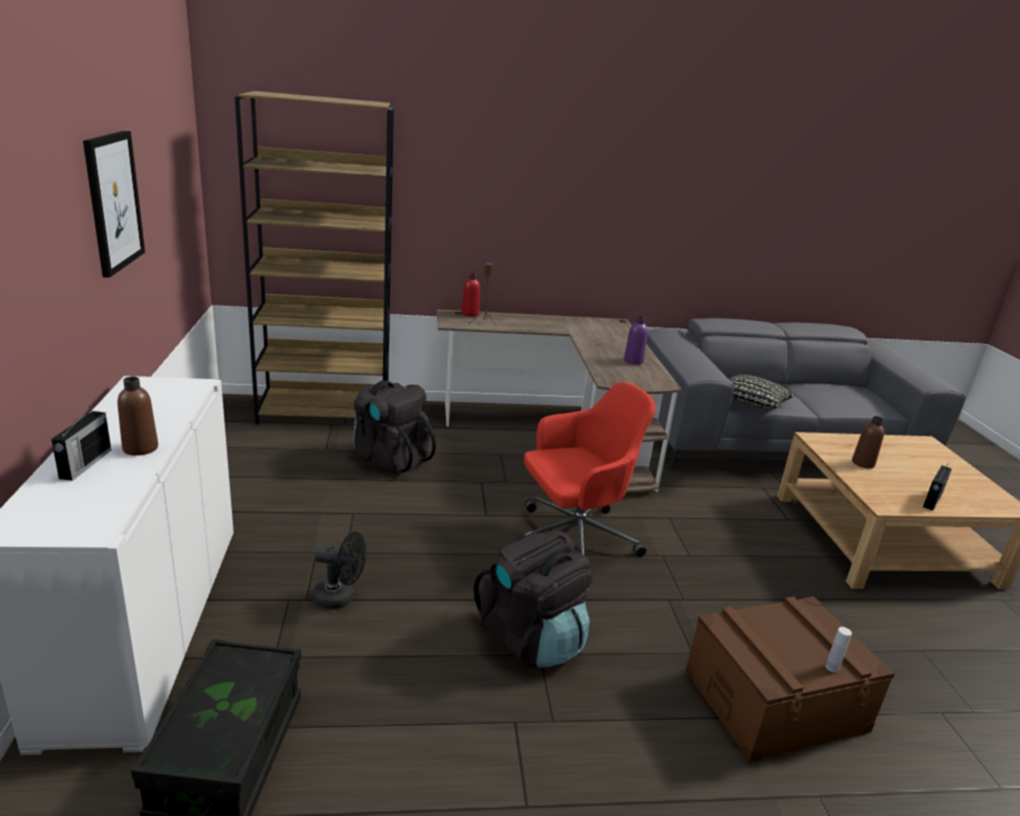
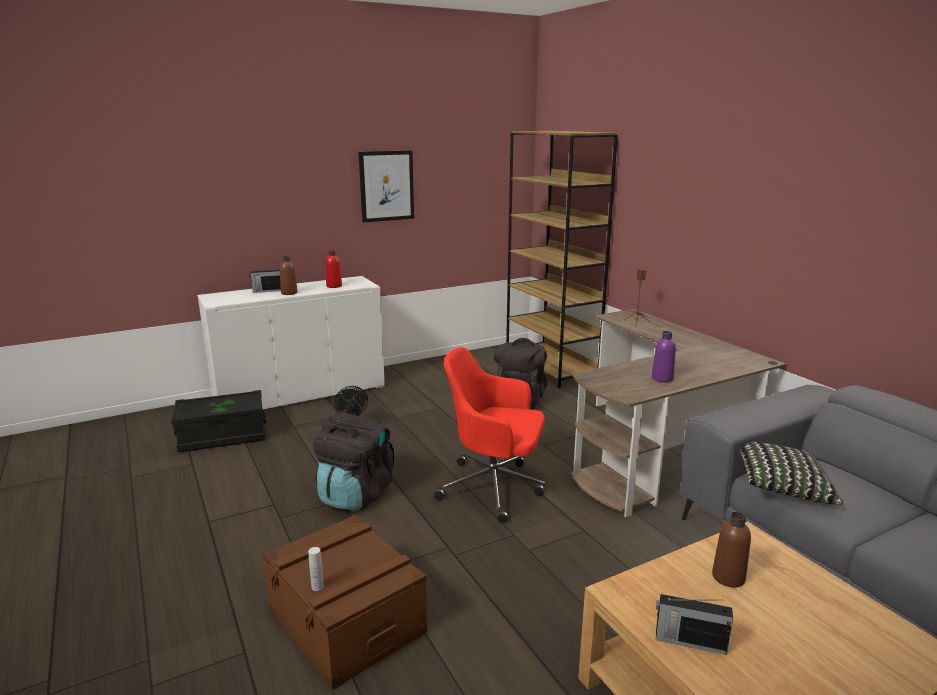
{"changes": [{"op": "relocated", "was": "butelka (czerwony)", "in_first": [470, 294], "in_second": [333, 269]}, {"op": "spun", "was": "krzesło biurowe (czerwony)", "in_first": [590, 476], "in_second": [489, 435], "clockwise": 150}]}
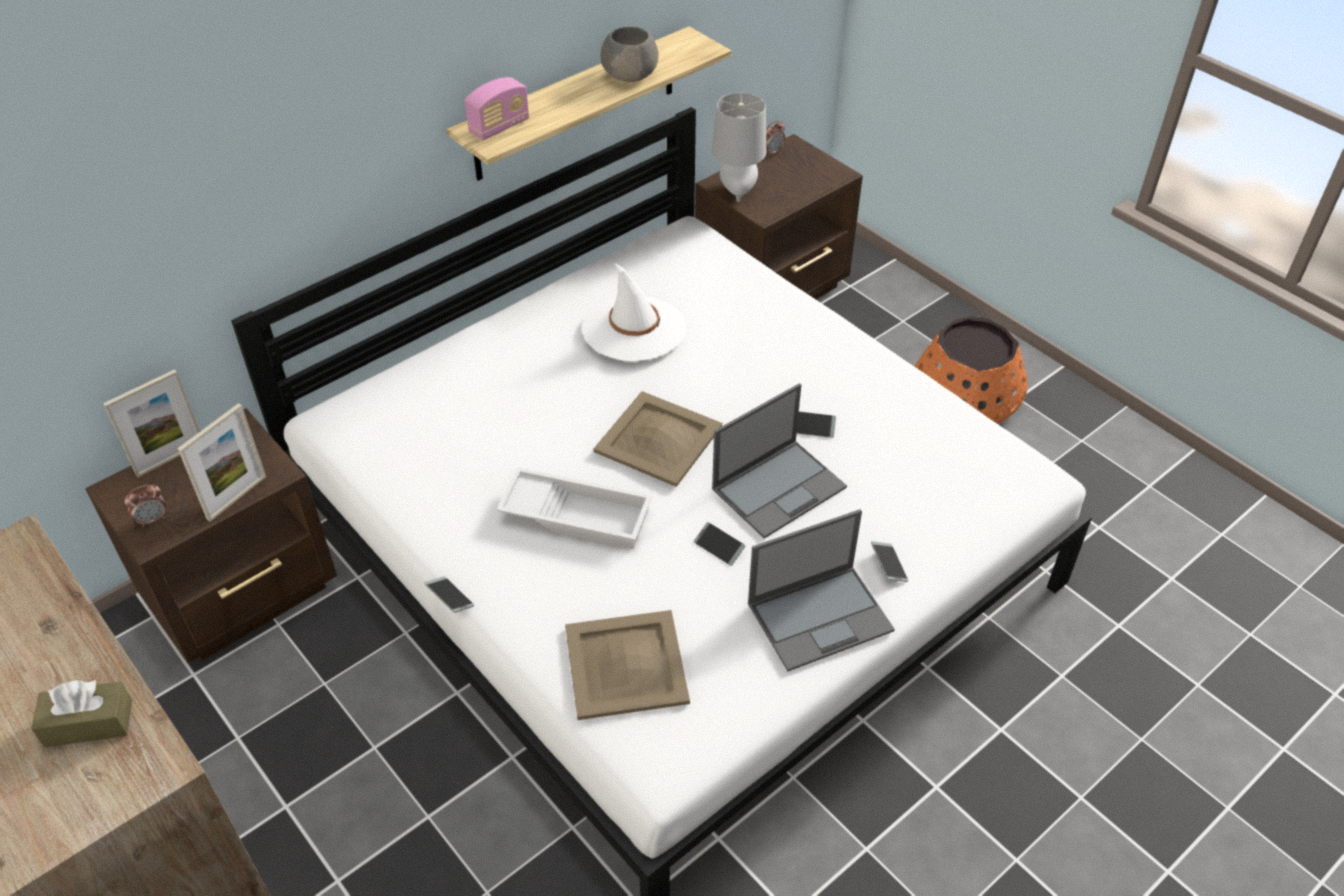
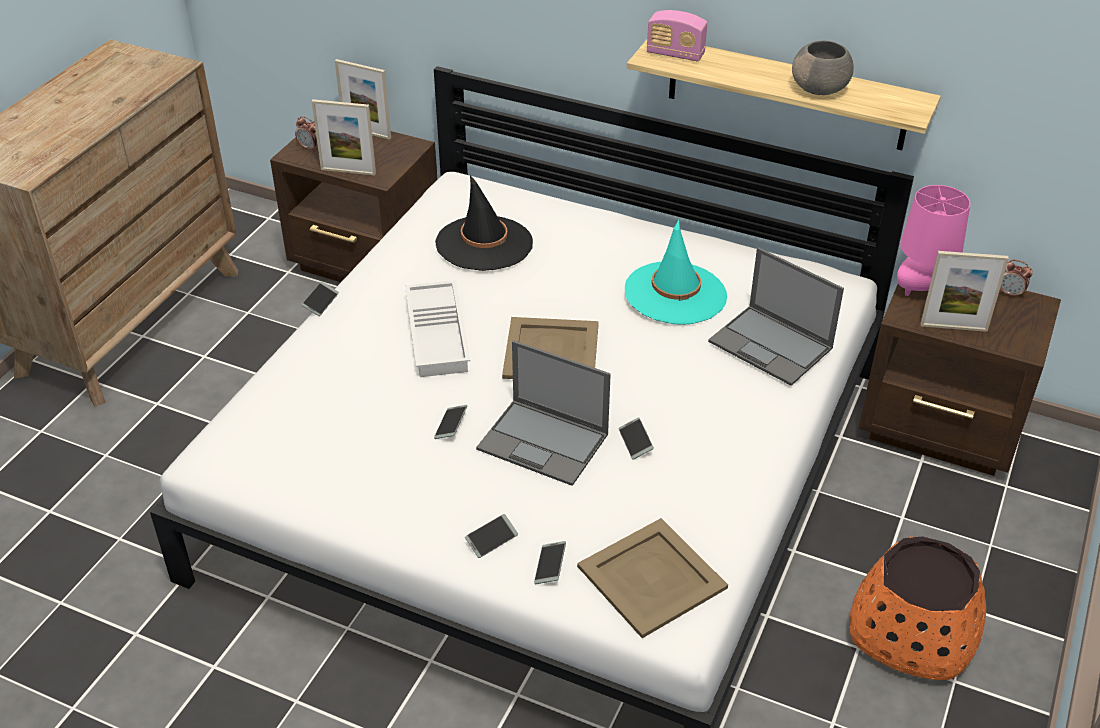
{"changes": [{"op": "missing", "was": "pudełko chusteczek (brązowy)", "in_first": [81, 713]}, {"op": "relocated", "was": "taca (beżowy)", "in_first": [627, 665], "in_second": [652, 578]}, {"op": "colour", "was": "kapelusz (biały)", "now": "kapelusz (turkusowy)", "in_first": [634, 312], "in_second": [676, 272]}, {"op": "colour", "was": "lampa stołowa (szary)", "now": "lampa stołowa (różowy)", "in_first": [739, 147], "in_second": [933, 240]}, {"op": "relocated", "was": "laptop", "in_first": [821, 590], "in_second": [776, 316]}, {"op": "appeared", "now": "kapelusz (czarny)", "in_second": [484, 223]}, {"op": "appeared", "now": "telefon", "in_second": [550, 562]}, {"op": "appeared", "now": "ramka na zdjęcie", "in_second": [964, 291]}]}
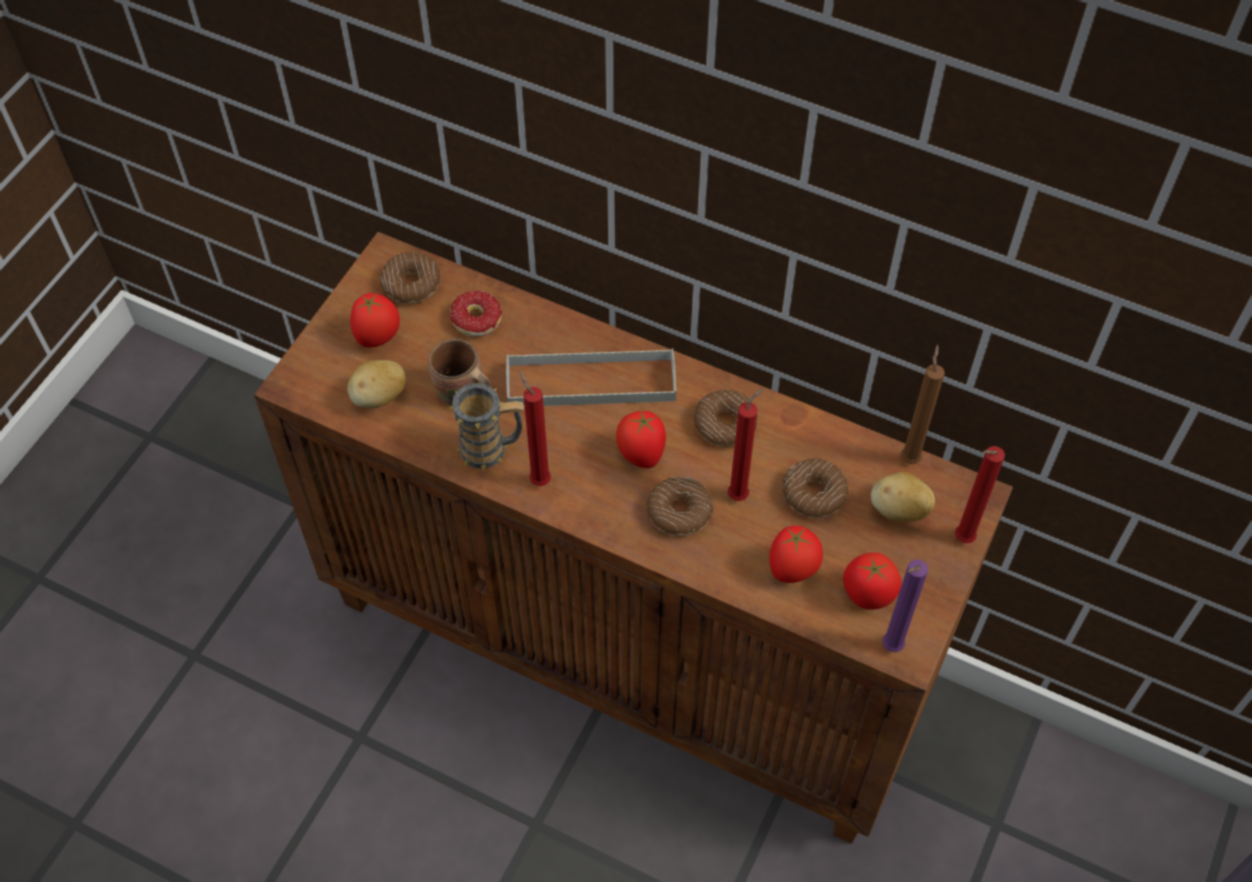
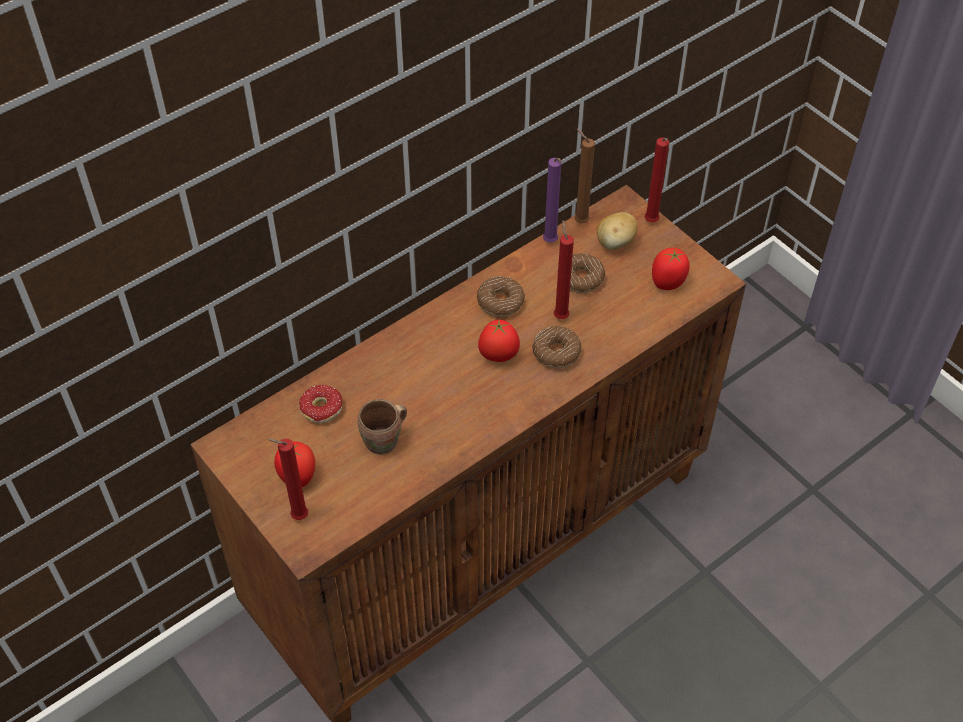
{"changes": [{"op": "missing", "was": "ziemniak", "in_first": [376, 384]}, {"op": "missing", "was": "donut", "in_first": [410, 278]}, {"op": "missing", "was": "kubek", "in_first": [486, 426]}, {"op": "missing", "was": "taca (szary)", "in_first": [591, 377]}, {"op": "relocated", "was": "świeca (czerwony)", "in_first": [535, 428], "in_second": [288, 479]}, {"op": "missing", "was": "pomidor", "in_first": [796, 554]}, {"op": "relocated", "was": "świeca (fioletowy)", "in_first": [905, 606], "in_second": [552, 200]}]}
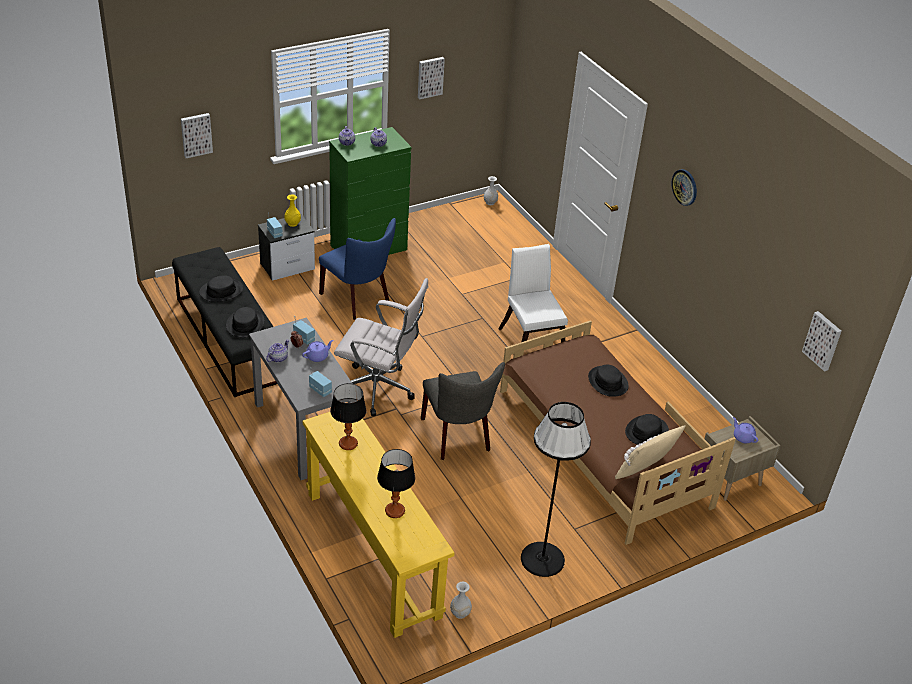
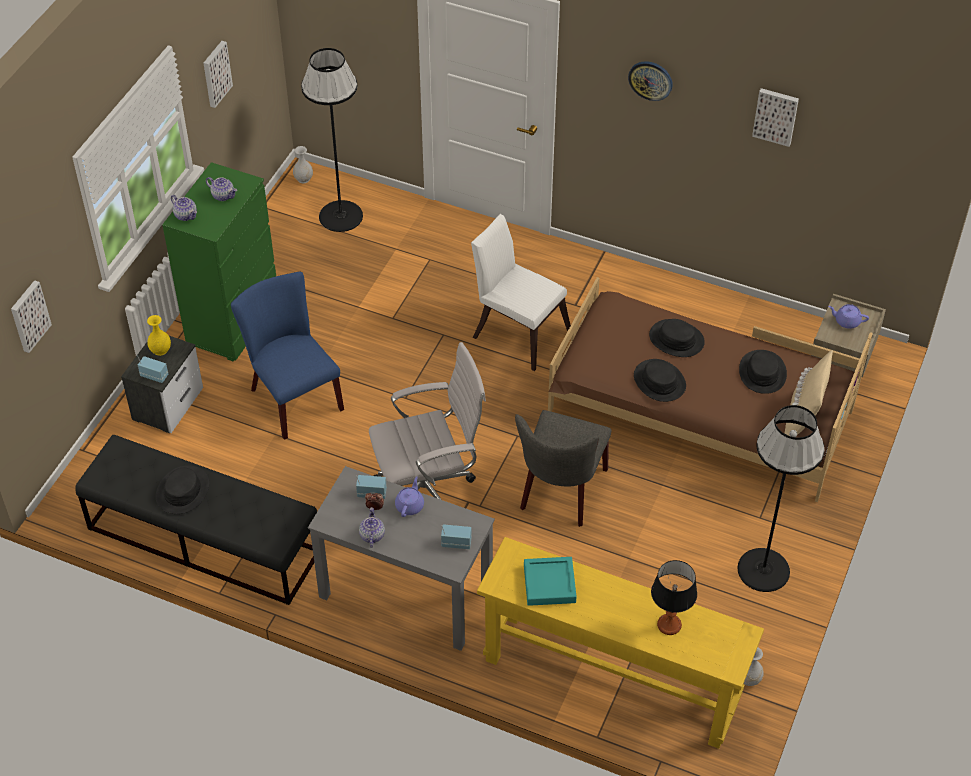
{"changes": [{"op": "relocated", "was": "kapelusz (czarny)", "in_first": [245, 322], "in_second": [660, 380]}, {"op": "spun", "was": "krzesło (niebieski)", "in_first": [357, 269], "in_second": [287, 356], "clockwise": -135}, {"op": "exchanged", "was": "lampa stołowa", "now": "taca (turkusowy)", "in_first": [348, 416], "in_second": [550, 581]}, {"op": "spun", "was": "krzesło (szary)", "in_first": [463, 411], "in_second": [563, 468], "clockwise": 75}, {"op": "relocated", "was": "obraz", "in_first": [821, 341], "in_second": [775, 117]}, {"op": "appeared", "now": "lampa stojąca (czarny)", "in_second": [332, 140]}]}
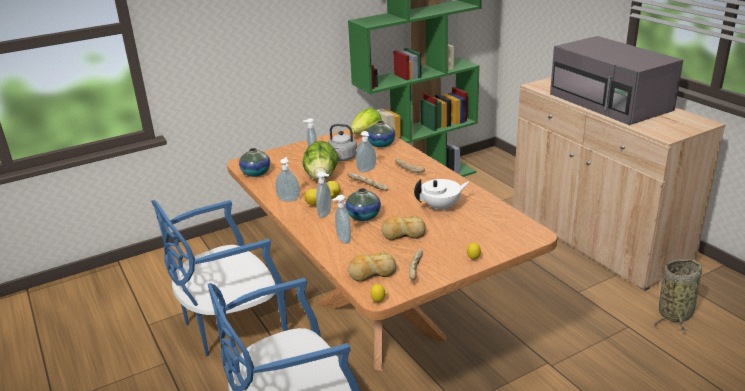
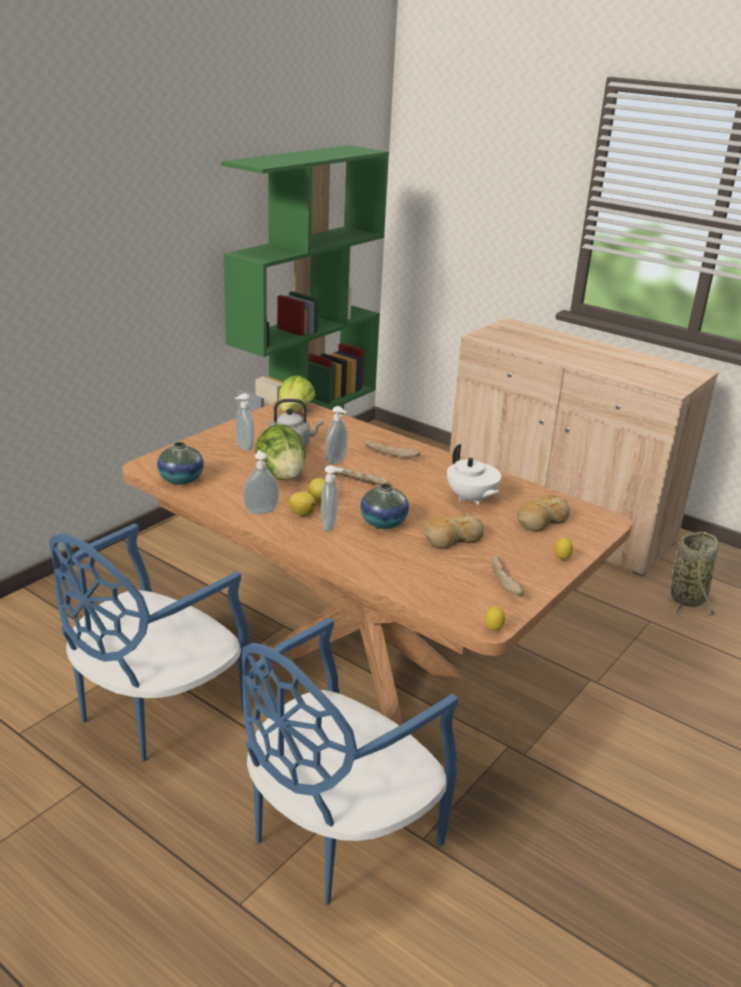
{"changes": [{"op": "missing", "was": "dozownik mydła", "in_first": [341, 219]}, {"op": "relocated", "was": "chleb", "in_first": [371, 266], "in_second": [543, 513]}, {"op": "missing", "was": "wazon", "in_first": [381, 134]}, {"op": "spun", "was": "imbryk (biały)", "in_first": [441, 195], "in_second": [474, 474], "clockwise": 105}, {"op": "missing", "was": "mikrofalówka (szary)", "in_first": [616, 80]}]}
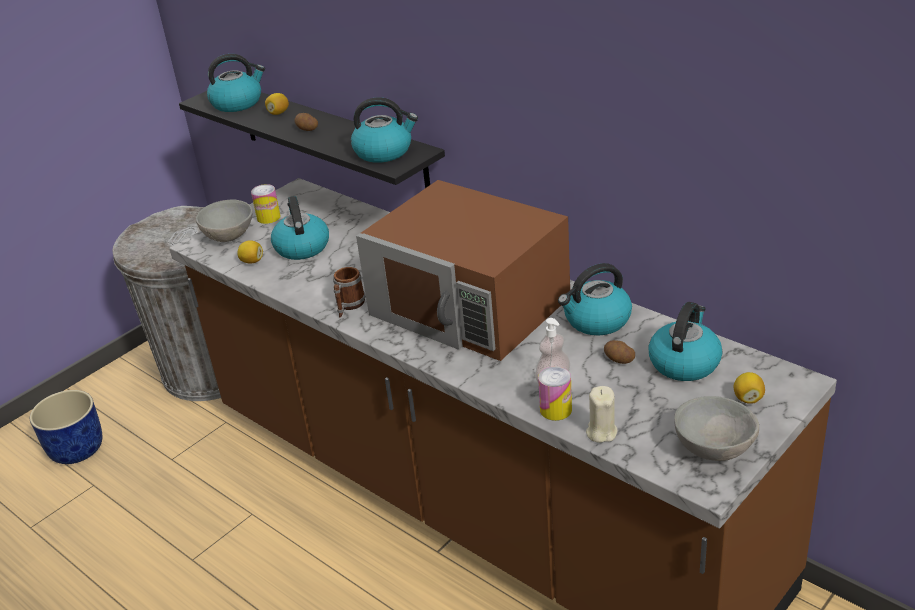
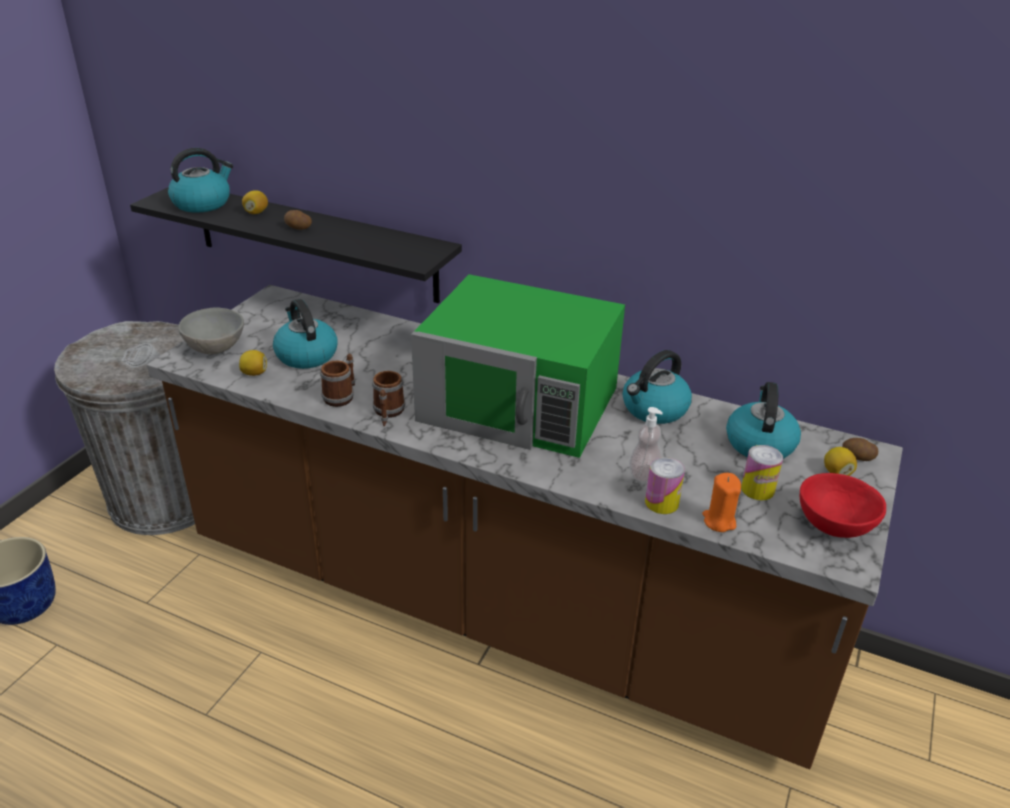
{"changes": [{"op": "relocated", "was": "puszka", "in_first": [266, 204], "in_second": [762, 473]}, {"op": "missing", "was": "czajnik", "in_first": [384, 130]}, {"op": "colour", "was": "mikrofalówka (brązowy)", "now": "mikrofalówka (zielony)", "in_first": [463, 270], "in_second": [518, 366]}, {"op": "colour", "was": "świeca (beżowy)", "now": "świeca (pomarańczowy)", "in_first": [602, 414], "in_second": [721, 502]}, {"op": "relocated", "was": "ziemniak", "in_first": [619, 352], "in_second": [860, 449]}, {"op": "colour", "was": "miska (szary)", "now": "miska (czerwony)", "in_first": [716, 428], "in_second": [843, 505]}, {"op": "appeared", "now": "kubek", "in_second": [337, 380]}]}
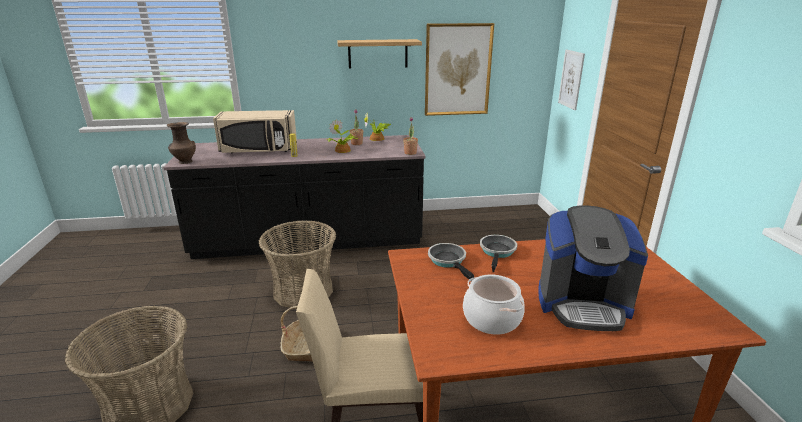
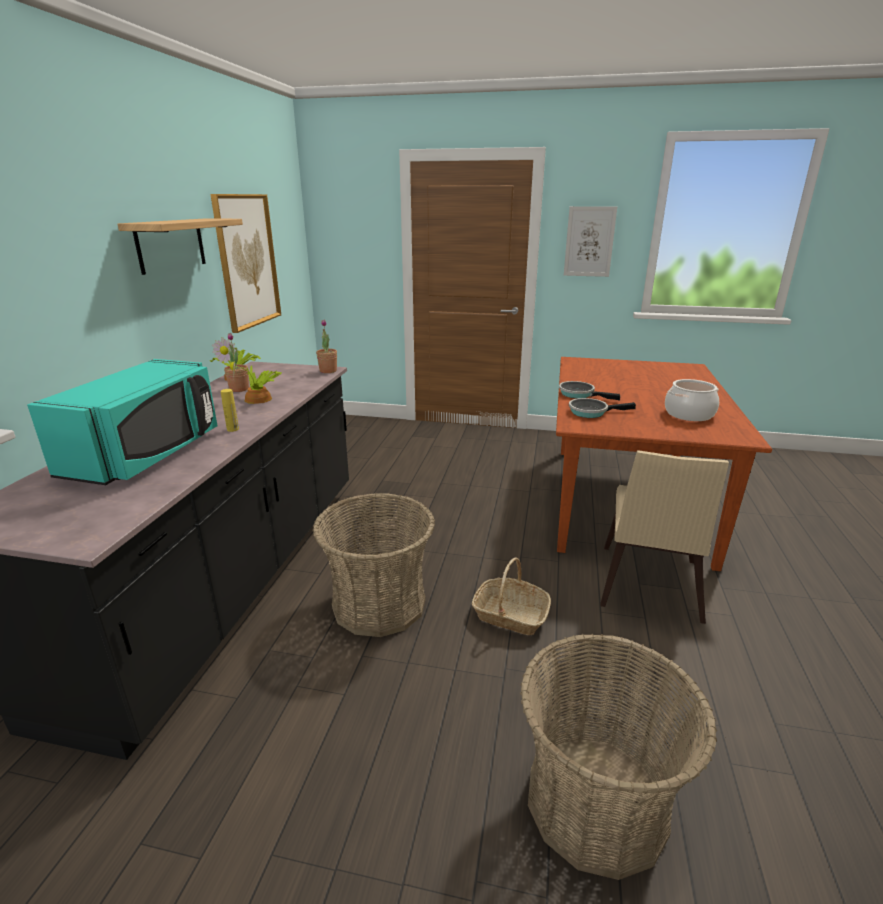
{"changes": [{"op": "missing", "was": "wazon (brązowy)", "in_first": [181, 143]}, {"op": "colour", "was": "mikrofalówka (beżowy)", "now": "mikrofalówka (turkusowy)", "in_first": [255, 132], "in_second": [122, 422]}, {"op": "missing", "was": "ekspres do kawy", "in_first": [593, 268]}, {"op": "relocated", "was": "obraz", "in_first": [571, 80], "in_second": [590, 241]}]}
